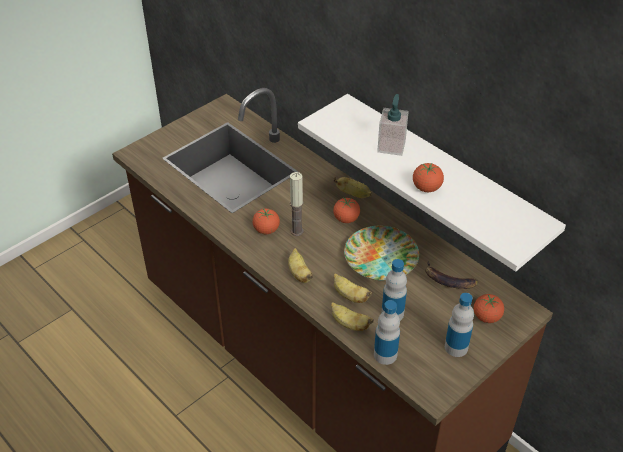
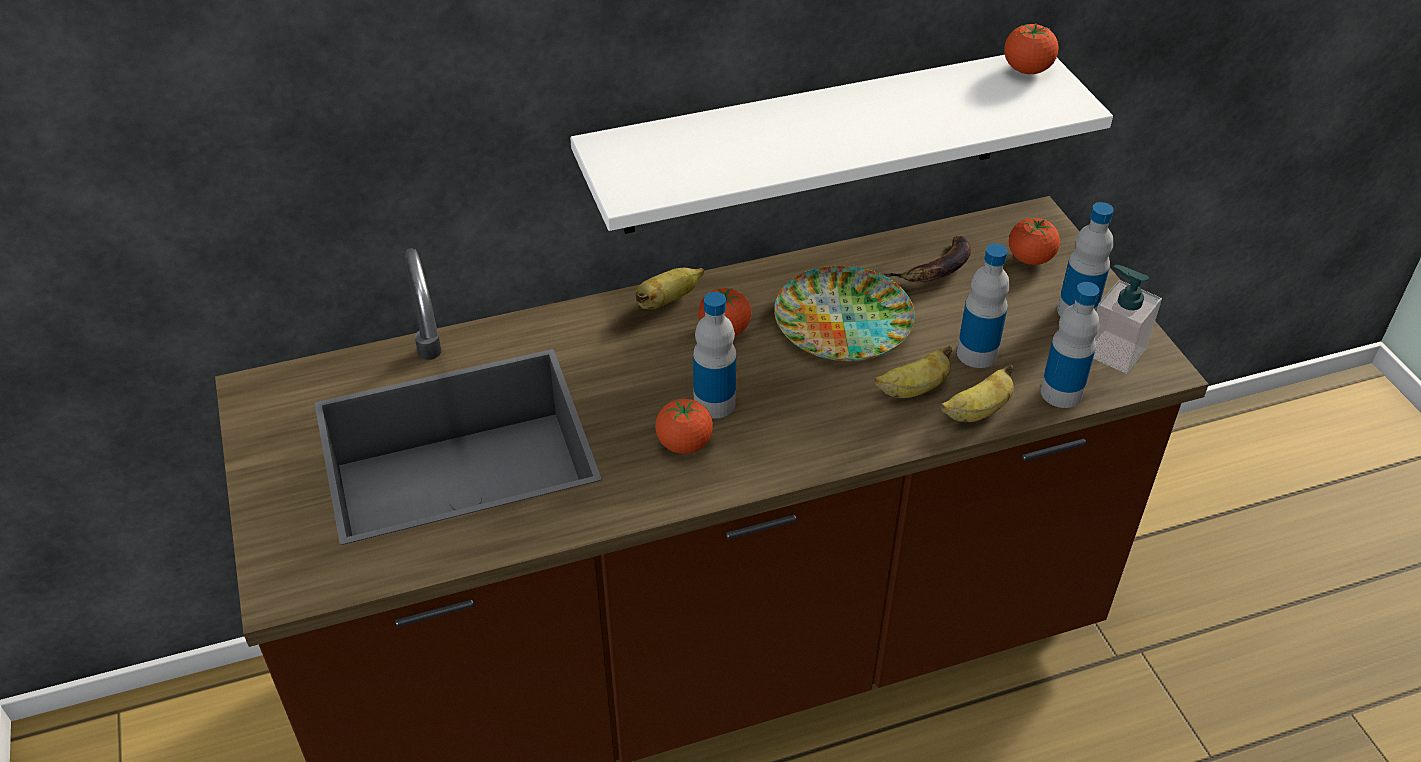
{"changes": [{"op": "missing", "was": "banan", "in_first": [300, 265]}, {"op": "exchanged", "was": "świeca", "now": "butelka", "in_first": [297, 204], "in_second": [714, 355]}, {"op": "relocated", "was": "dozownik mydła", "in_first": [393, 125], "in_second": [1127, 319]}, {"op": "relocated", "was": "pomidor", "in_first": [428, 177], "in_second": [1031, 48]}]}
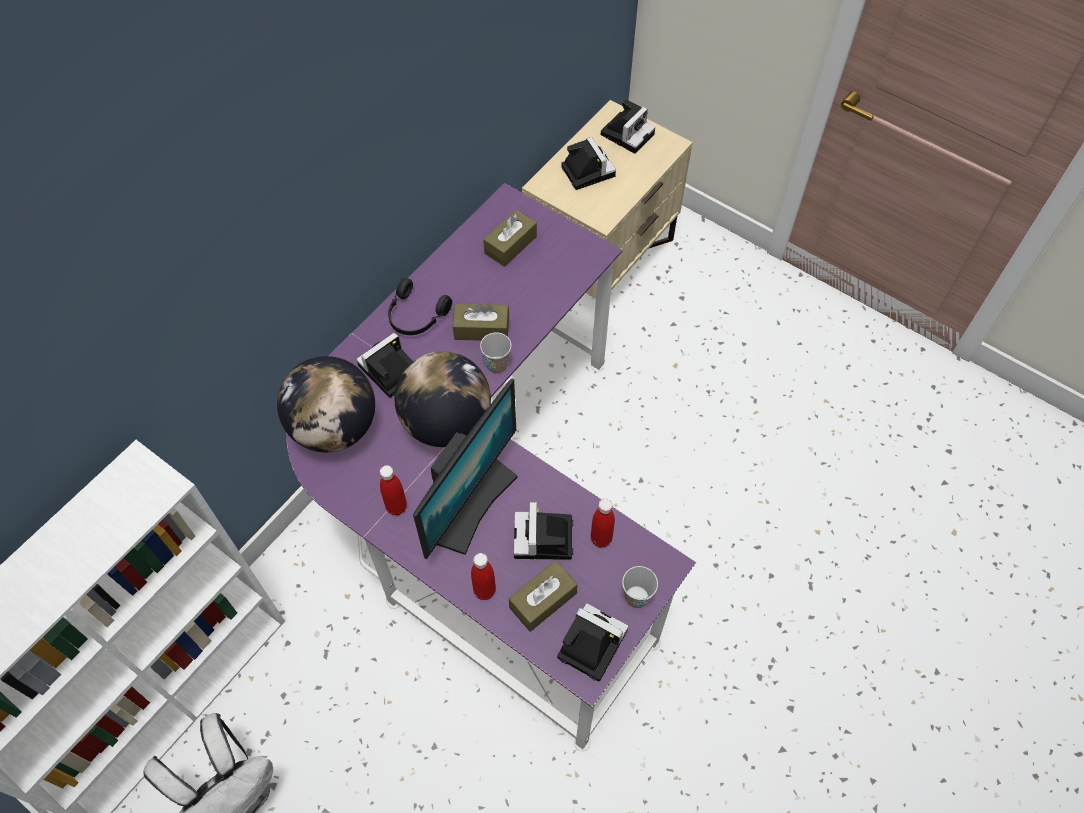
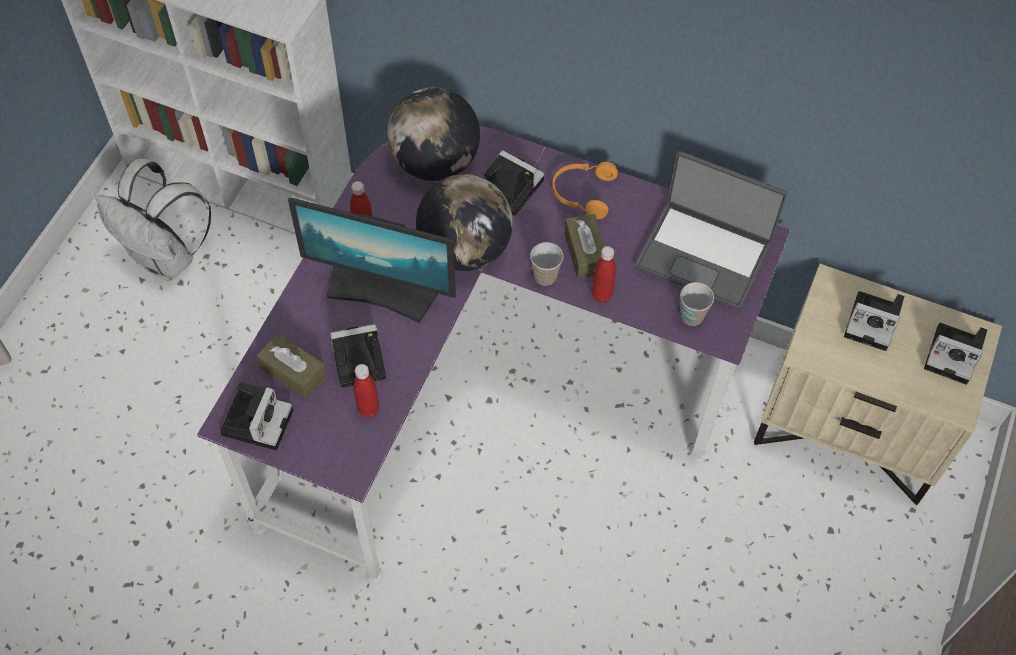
{"changes": [{"op": "colour", "was": "słuchawki (czarny)", "now": "słuchawki (pomarańczowy)", "in_first": [420, 306], "in_second": [585, 190]}, {"op": "relocated", "was": "butelka (czerwony)", "in_first": [483, 576], "in_second": [604, 274]}, {"op": "exchanged", "was": "pudełko chusteczek (brązowy)", "now": "laptop", "in_first": [510, 238], "in_second": [711, 230]}, {"op": "spun", "was": "aparat fotograficzny", "in_first": [588, 163], "in_second": [874, 321], "clockwise": 60}, {"op": "relocated", "was": "filiżanka", "in_first": [640, 587], "in_second": [697, 304]}]}
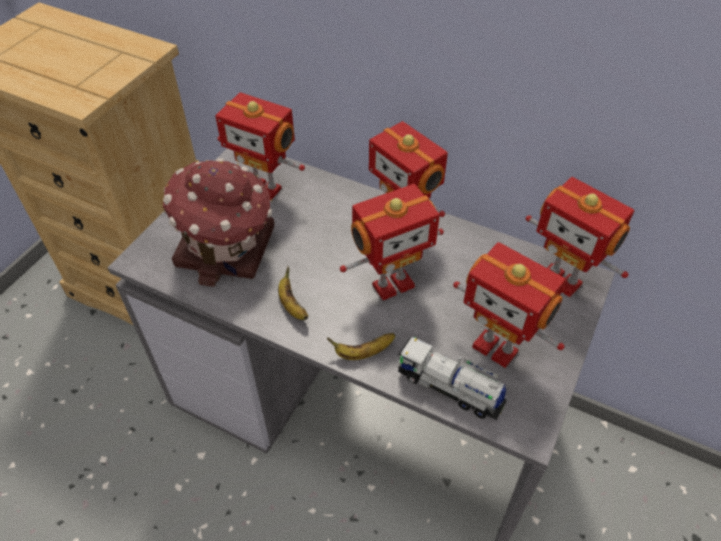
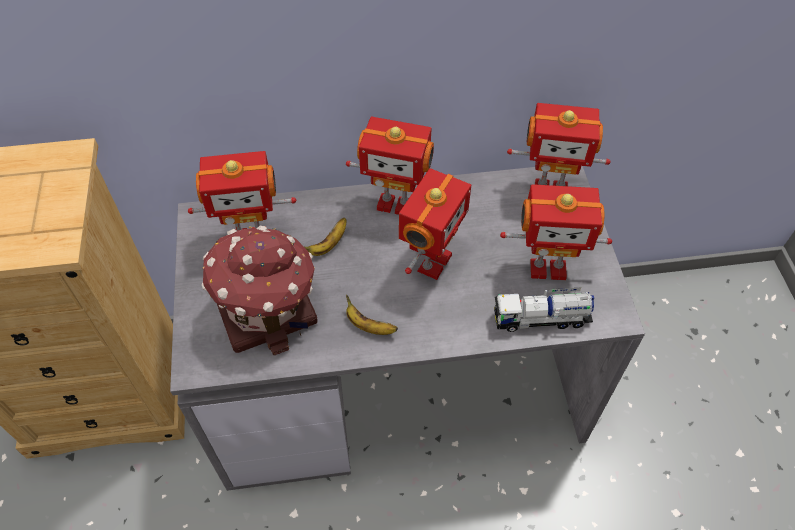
{"changes": [{"op": "relocated", "was": "banan", "in_first": [361, 346], "in_second": [325, 237]}]}
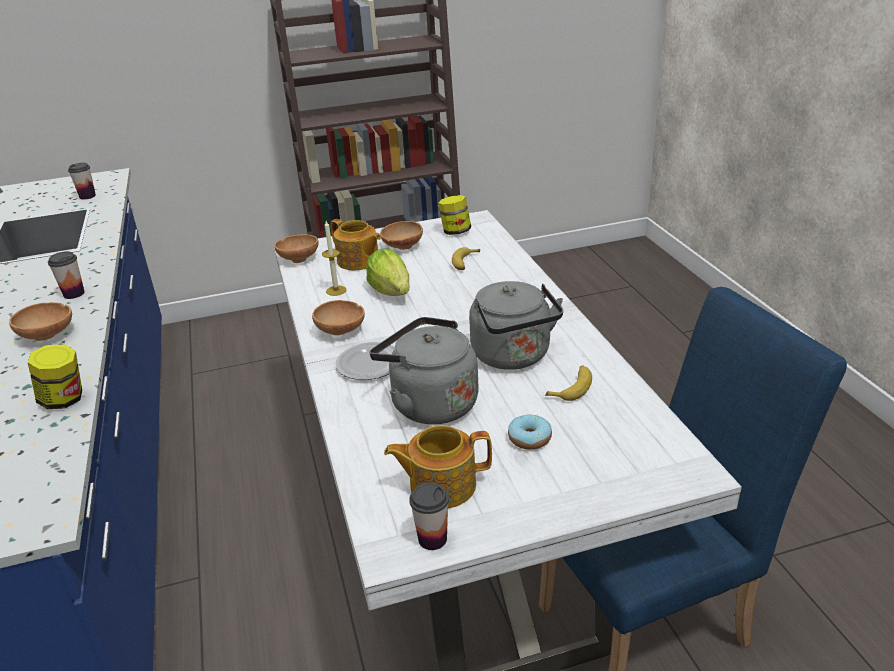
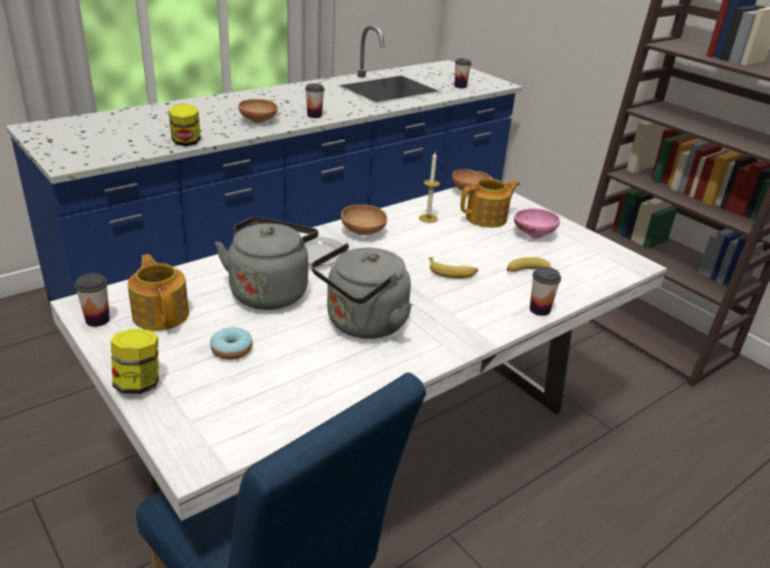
{"changes": [{"op": "spun", "was": "imbryk", "in_first": [356, 244], "in_second": [490, 203], "clockwise": -135}, {"op": "missing", "was": "sałata", "in_first": [388, 272]}, {"op": "colour", "was": "miska (brązowy)", "now": "miska (różowy)", "in_first": [401, 235], "in_second": [537, 223]}, {"op": "relocated", "was": "słoik", "in_first": [454, 215], "in_second": [135, 361]}, {"op": "relocated", "was": "banan", "in_first": [568, 383], "in_second": [453, 268]}, {"op": "appeared", "now": "filiżanka", "in_second": [545, 291]}]}
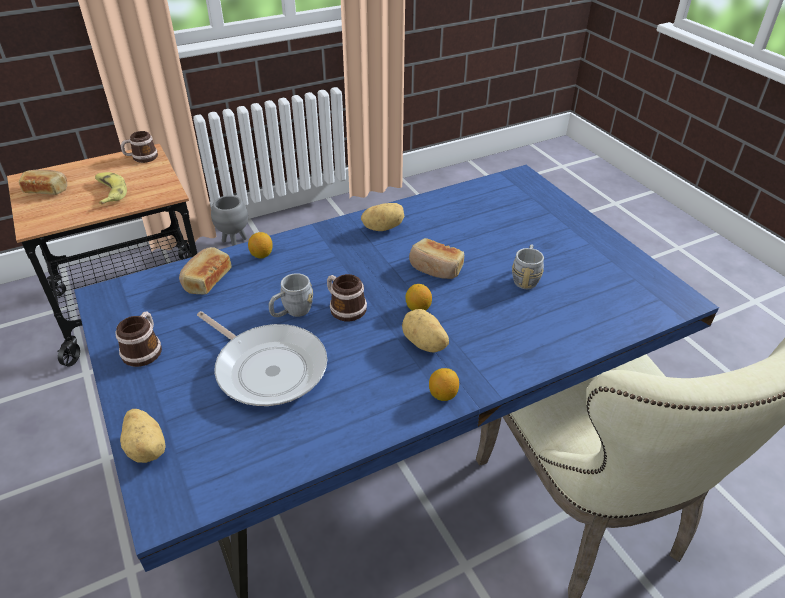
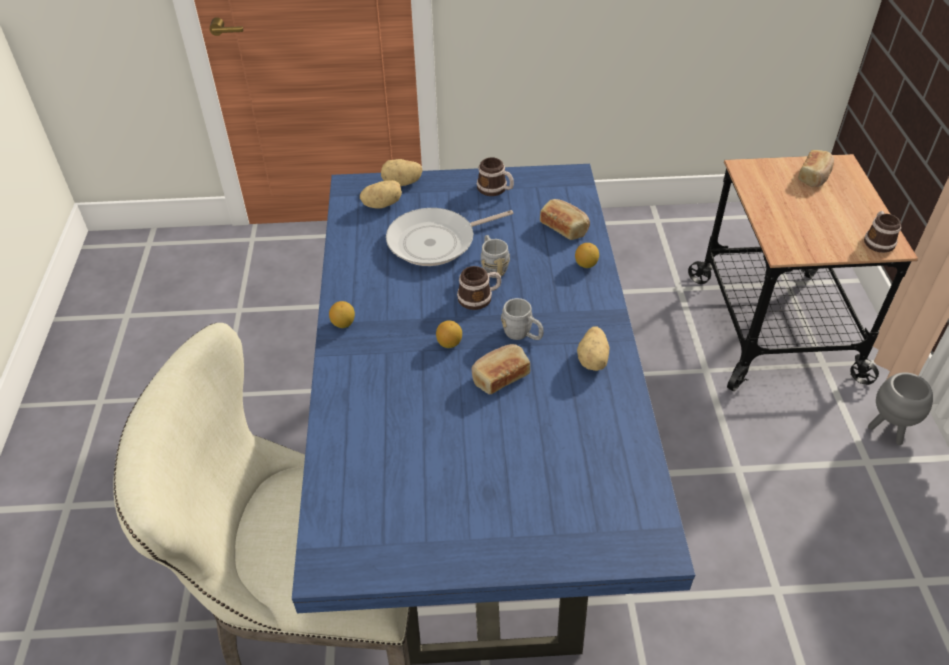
{"changes": [{"op": "missing", "was": "banan", "in_first": [111, 188]}, {"op": "relocated", "was": "ziemniak", "in_first": [425, 331], "in_second": [381, 194]}, {"op": "relocated", "was": "kubek (szary)", "in_first": [528, 267], "in_second": [522, 319]}]}
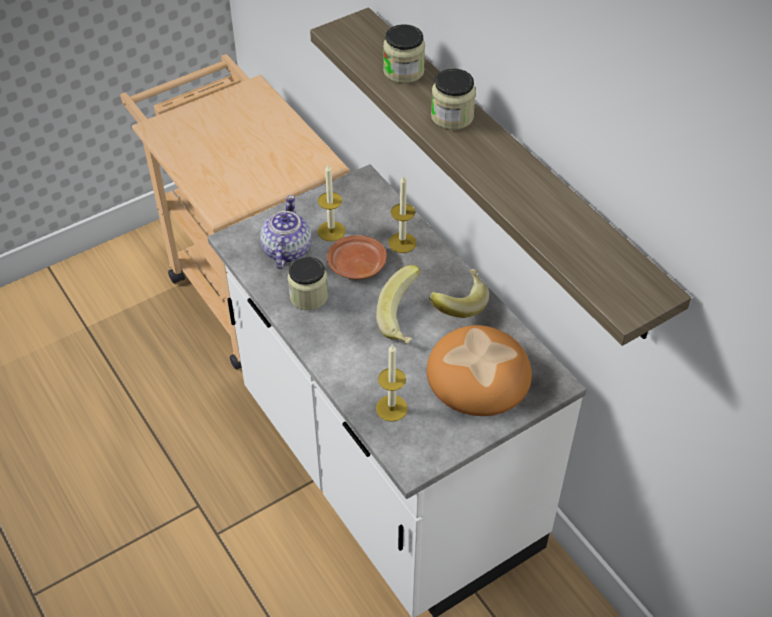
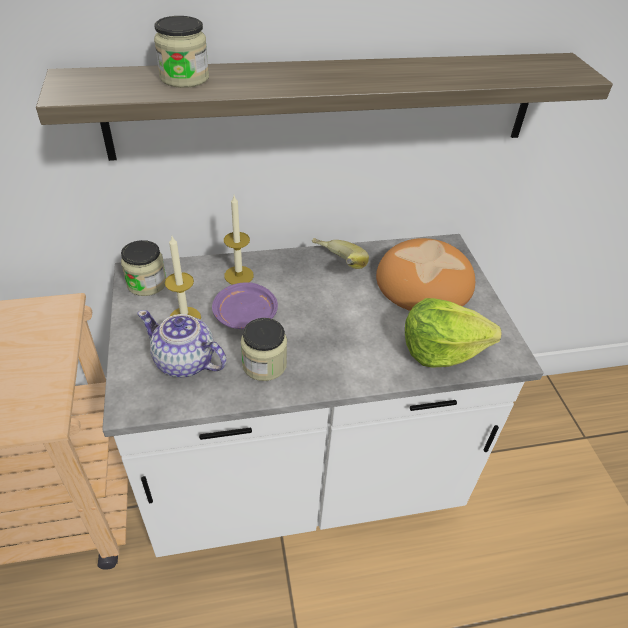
{"changes": [{"op": "colour", "was": "talerz (brązowy)", "now": "talerz (fioletowy)", "in_first": [357, 257], "in_second": [245, 305]}, {"op": "missing", "was": "banan", "in_first": [398, 304]}, {"op": "exchanged", "was": "świeca", "now": "sałata", "in_first": [392, 382], "in_second": [453, 333]}, {"op": "relocated", "was": "słoik", "in_first": [453, 99], "in_second": [143, 268]}]}
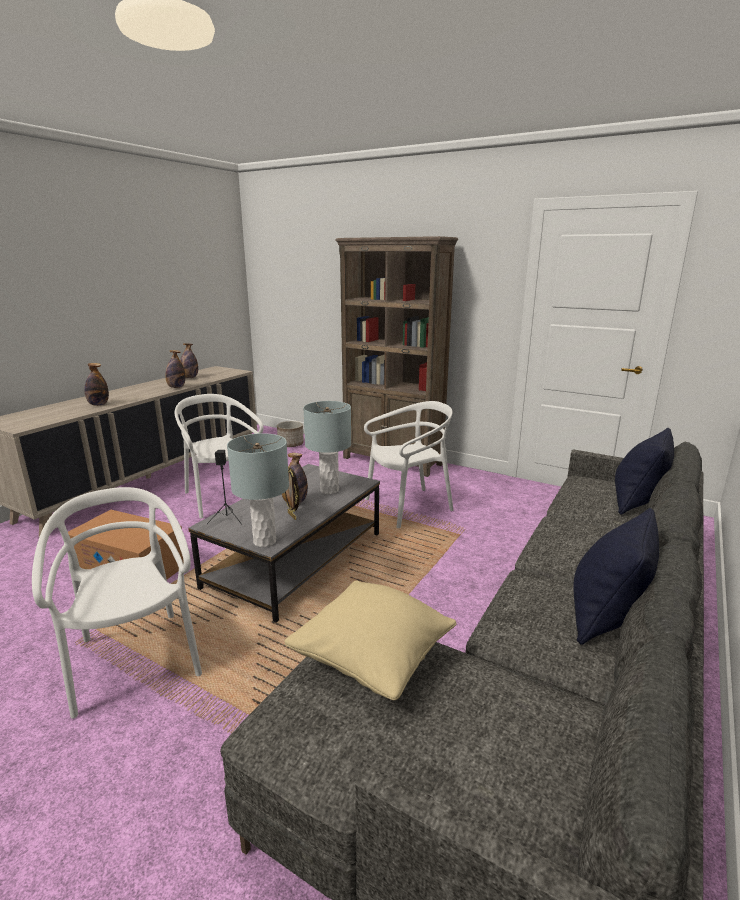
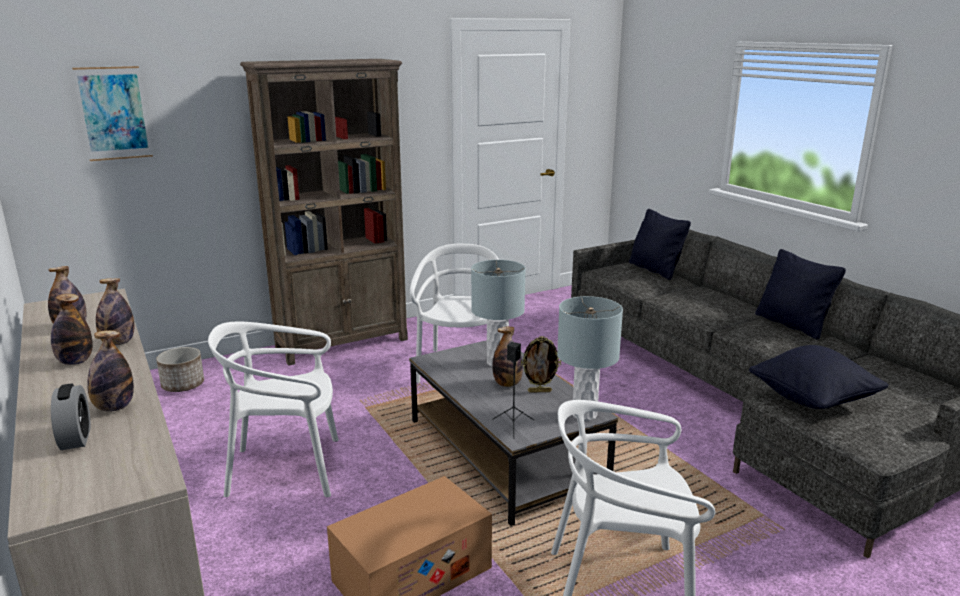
{"changes": [{"op": "colour", "was": "poduszka (beżowy)", "now": "poduszka (czarny)", "in_first": [370, 640], "in_second": [819, 377]}, {"op": "appeared", "now": "butelka", "in_second": [72, 329]}, {"op": "appeared", "now": "budzik", "in_second": [71, 417]}, {"op": "appeared", "now": "obraz", "in_second": [112, 113]}]}
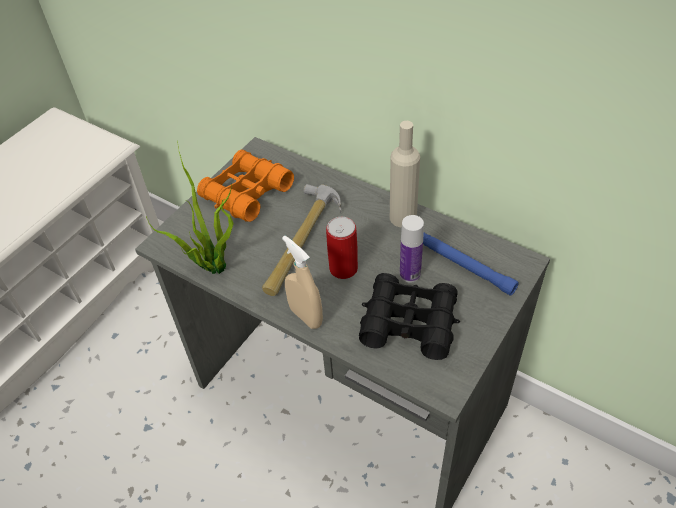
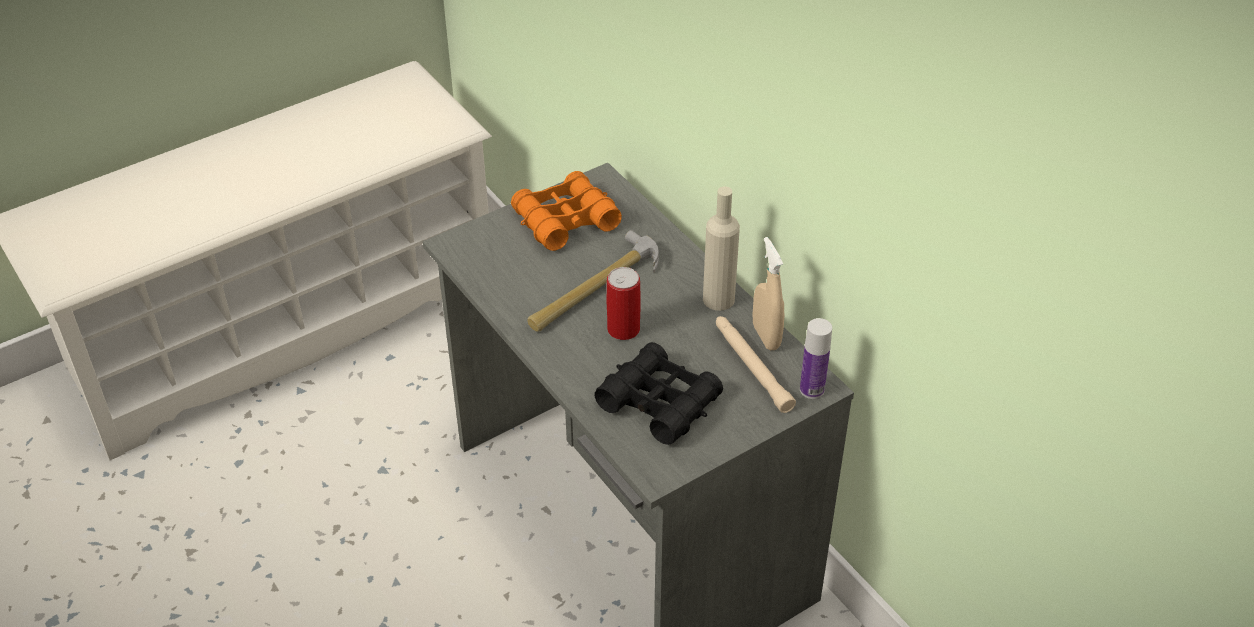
{"changes": [{"op": "missing", "was": "roślina doniczkowa", "in_first": [190, 207]}, {"op": "relocated", "was": "spryskiwacz (beżowy)", "in_first": [302, 282], "in_second": [768, 293]}, {"op": "relocated", "was": "butelka", "in_first": [412, 249], "in_second": [816, 358]}, {"op": "colour", "was": "latarka (niebieski)", "now": "latarka (beżowy)", "in_first": [471, 264], "in_second": [756, 364]}]}
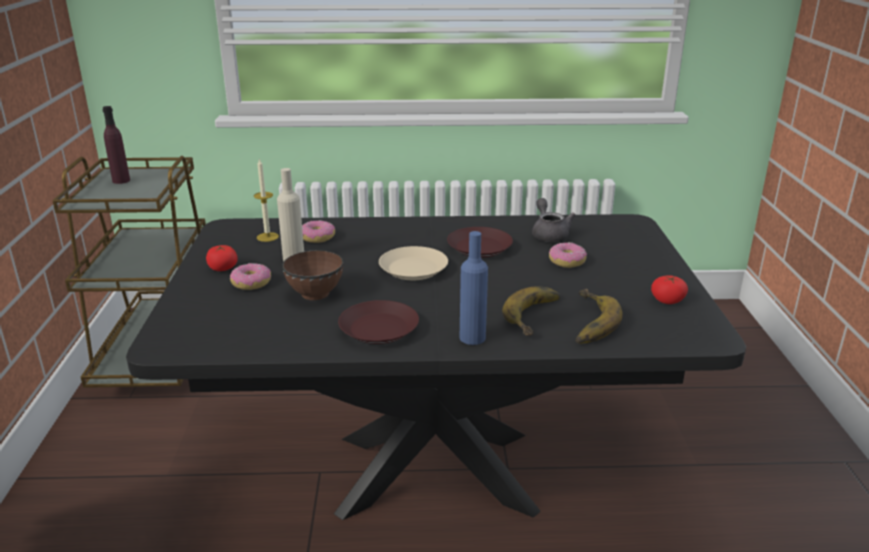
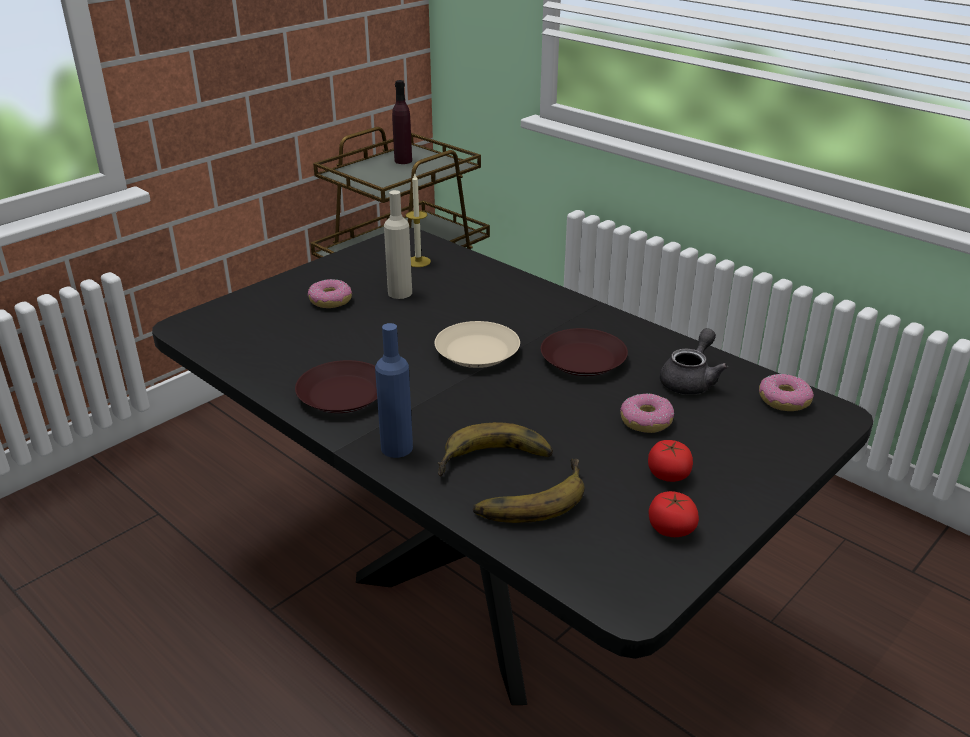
{"changes": [{"op": "relocated", "was": "pomidor", "in_first": [222, 258], "in_second": [670, 461]}, {"op": "missing", "was": "miska (brązowy)", "in_first": [313, 275]}, {"op": "relocated", "was": "donut", "in_first": [318, 231], "in_second": [786, 392]}]}
